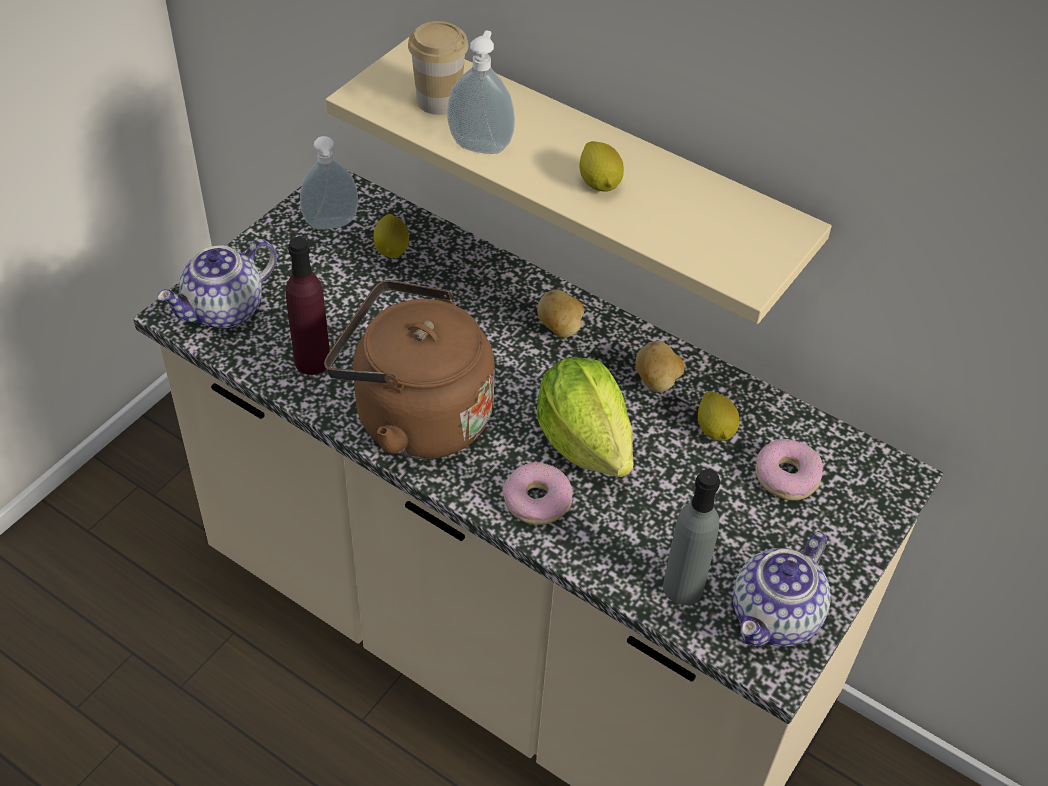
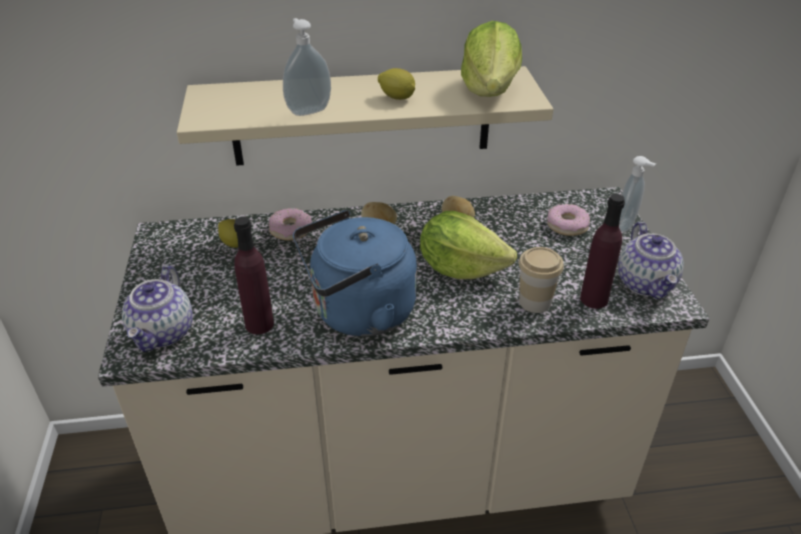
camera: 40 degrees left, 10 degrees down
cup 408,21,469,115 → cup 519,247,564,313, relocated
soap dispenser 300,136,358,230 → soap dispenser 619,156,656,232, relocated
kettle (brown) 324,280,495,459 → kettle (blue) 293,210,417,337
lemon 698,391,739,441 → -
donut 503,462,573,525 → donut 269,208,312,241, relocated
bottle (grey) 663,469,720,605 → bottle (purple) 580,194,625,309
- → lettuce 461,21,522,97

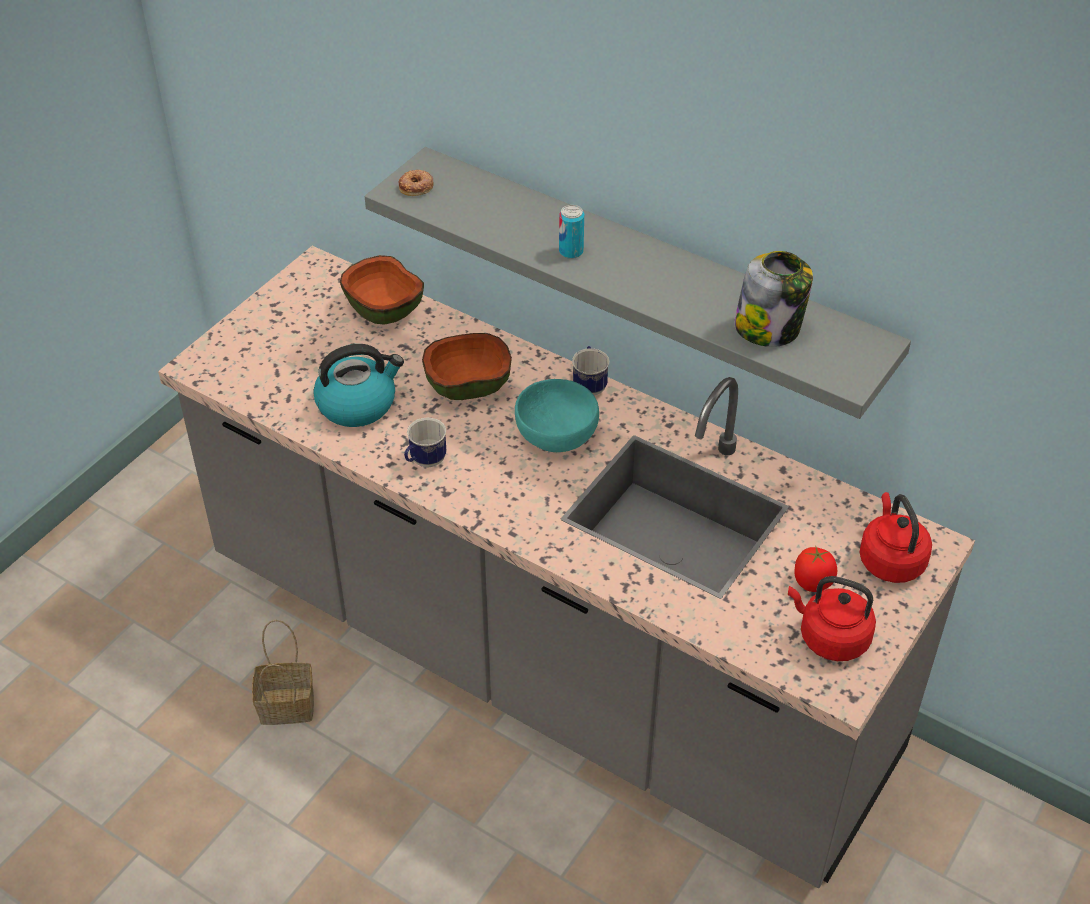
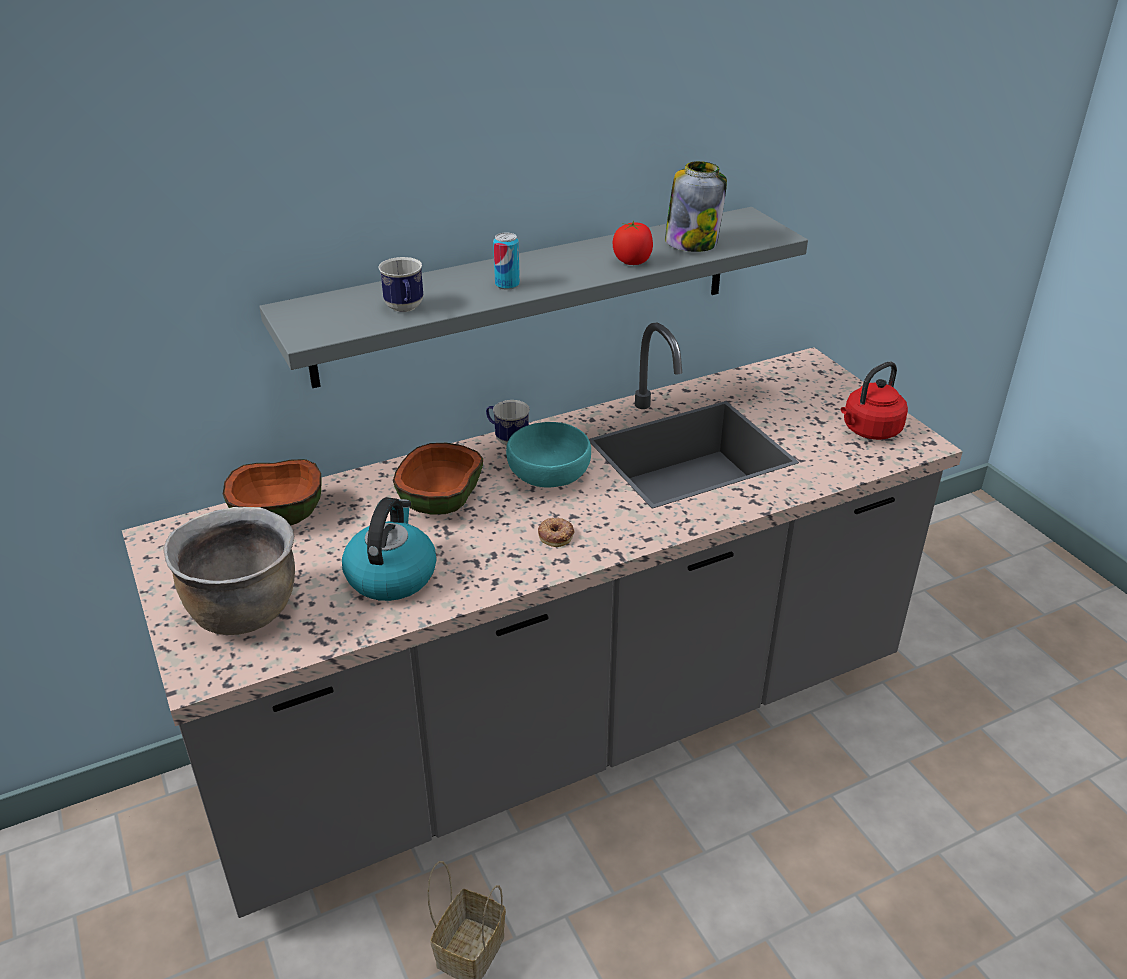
camera: 60 degrees left, 10 degrees down
donut 399,170,434,196 → donut 538,518,575,547, relocated
mug 404,417,446,467 → mug 379,257,423,312, relocated
kettle (red) 859,492,932,583 → -
tomato 794,547,837,592 → tomato 613,221,653,265, relocated
- → cooking pot (brown) 163,507,295,635

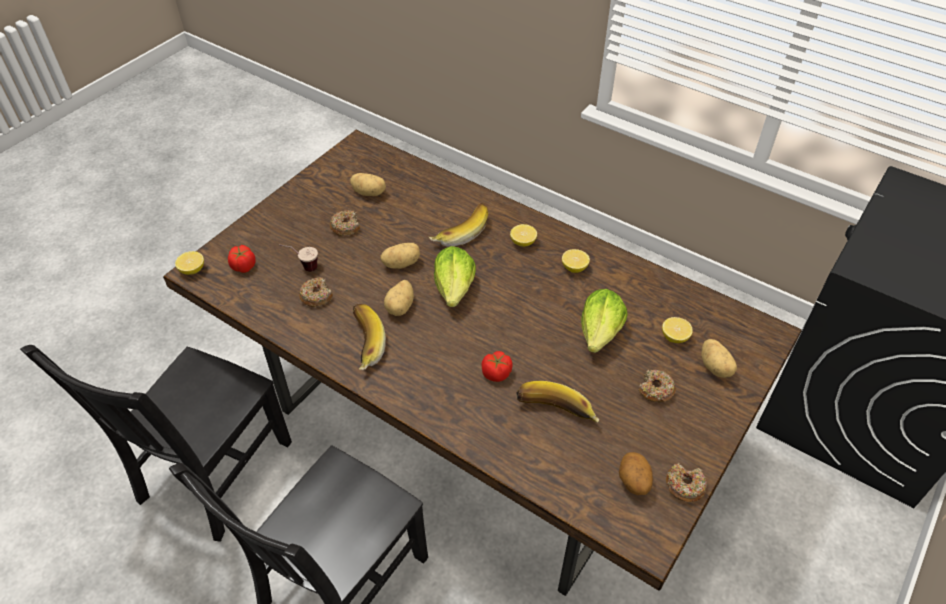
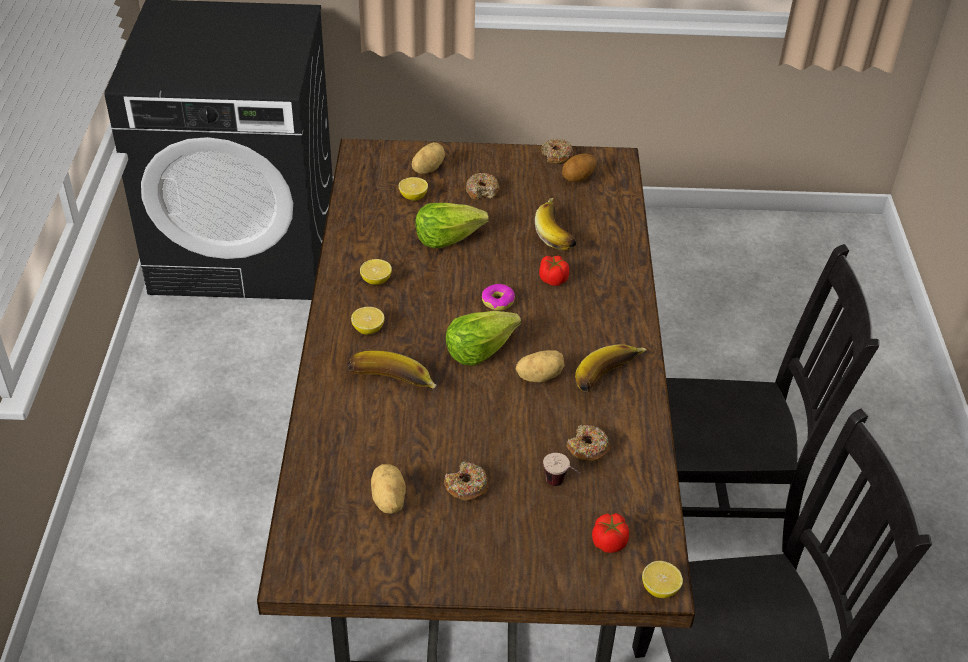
camera: 125 degrees left, 5 degrees down
potato 380,243,420,269 → -
- → donut 482,284,515,311

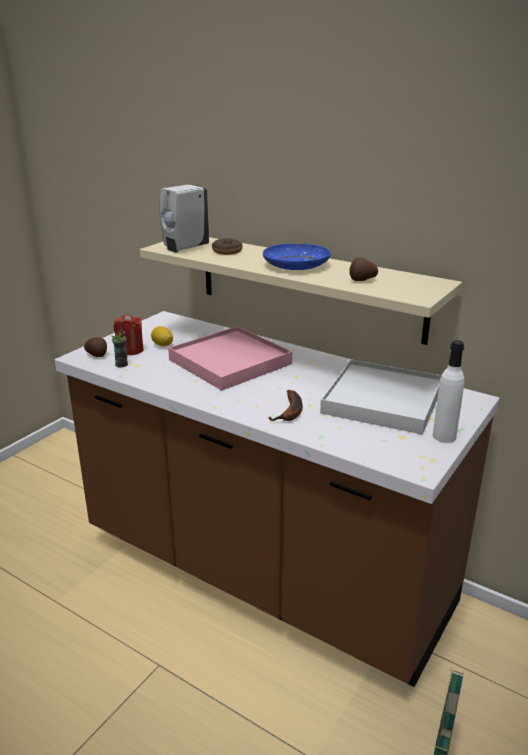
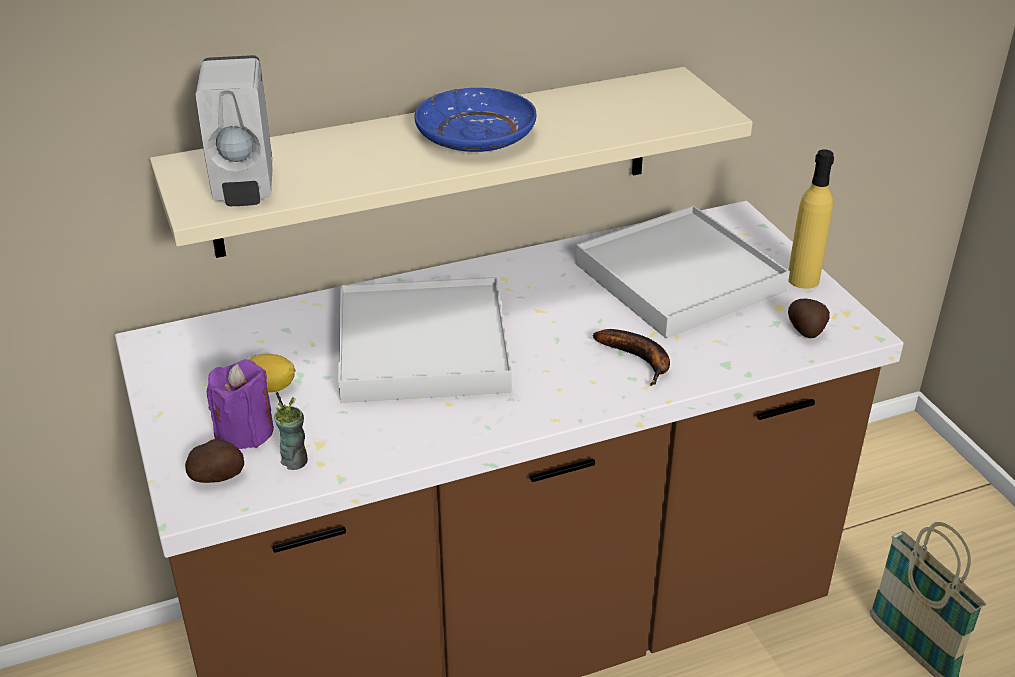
camera: 55 degrees left, 10 degrees up
donut 212,238,243,255 → -
potato 350,258,378,281 → potato 788,299,830,338, relocated
candle (red) 114,313,144,355 → candle (purple) 207,359,274,449
tray (pink) 168,326,292,390 → tray (white) 338,277,512,403
bottle (white) 433,340,464,443 → bottle (yellow) 788,149,834,289

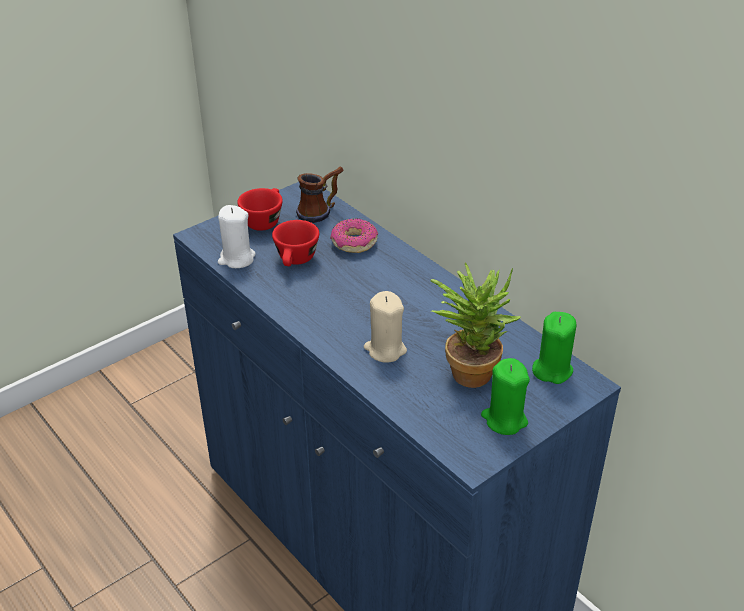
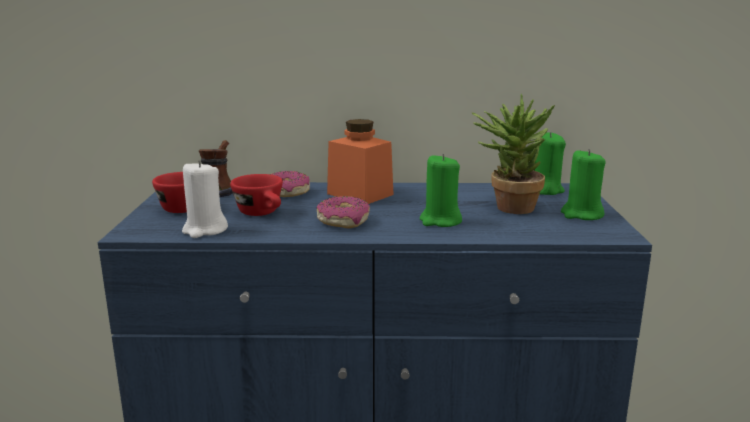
camera: 50 degrees left, 20 degrees down
candle (beige) 364,291,407,362 → candle (green) 420,154,462,227
- → jar (orange) 327,119,394,204
- → donut 316,196,370,228

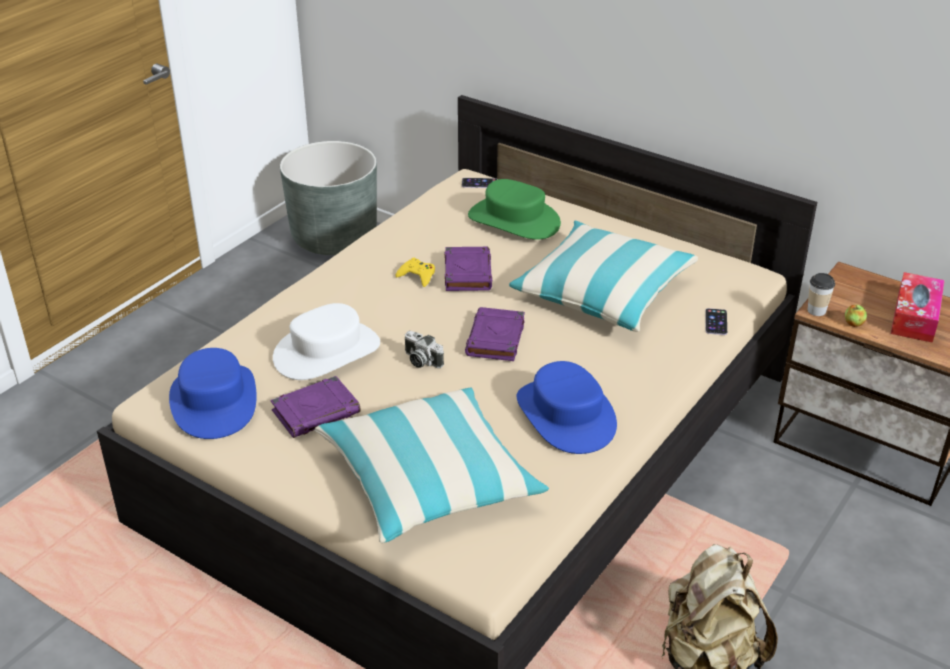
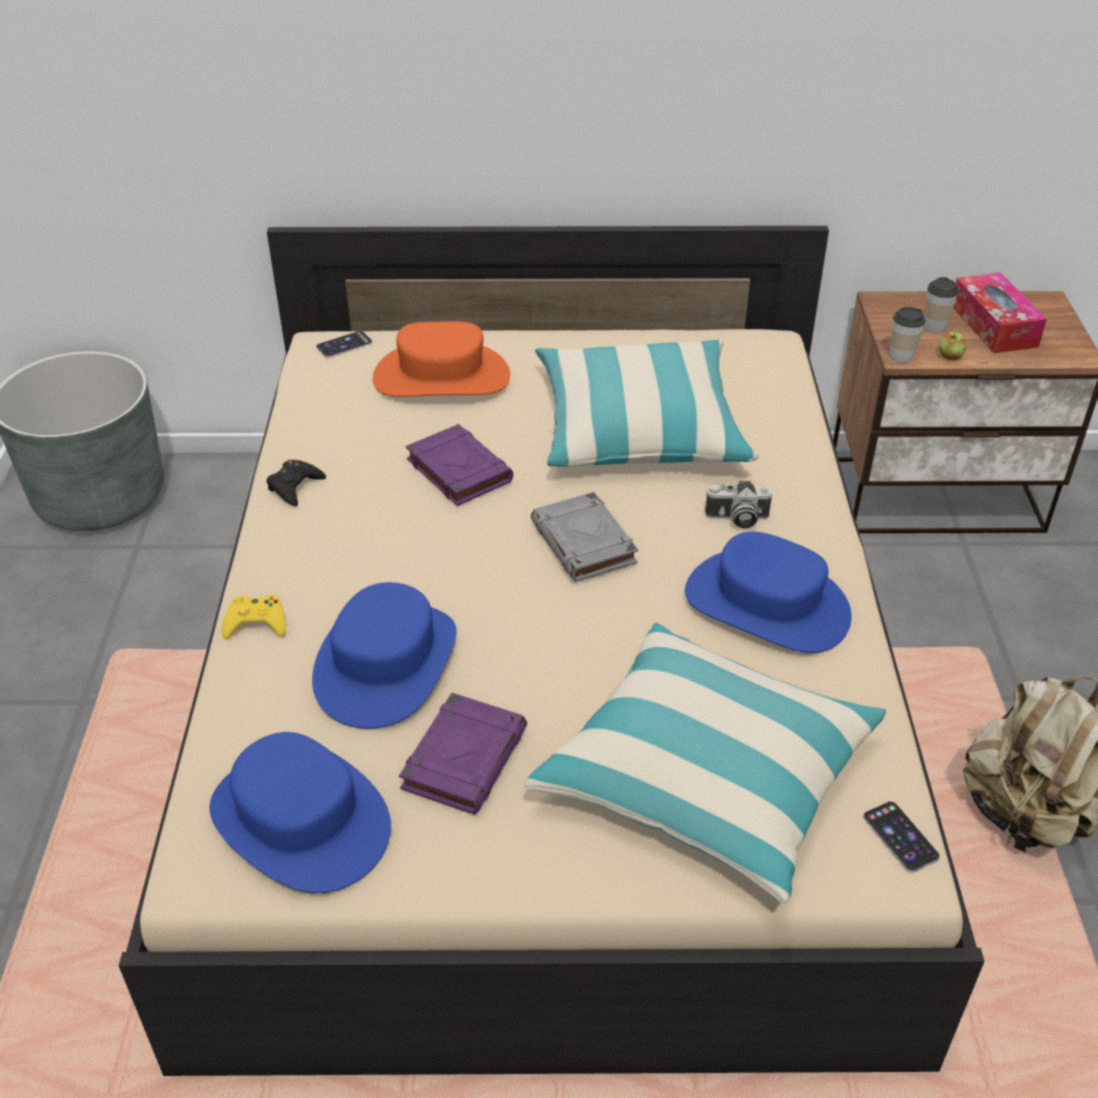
camera: 35 degrees left, 5 degrees up
hat (green) 468,179,561,239 → hat (orange) 373,322,510,397
game controller (yellow) 396,258,435,287 → game controller (yellow) 222,595,286,639, relocated
hat (white) 273,303,380,380 → hat (blue) 312,582,457,729
book (purple) 465,307,525,361 → book (grey) 531,492,638,582
phone 705,308,727,335 → phone 863,801,940,872, relocated
photo camera 405,331,444,368 → photo camera 705,481,772,529, relocated
- → cup 923,277,959,333
- → game controller (black) 266,460,326,506

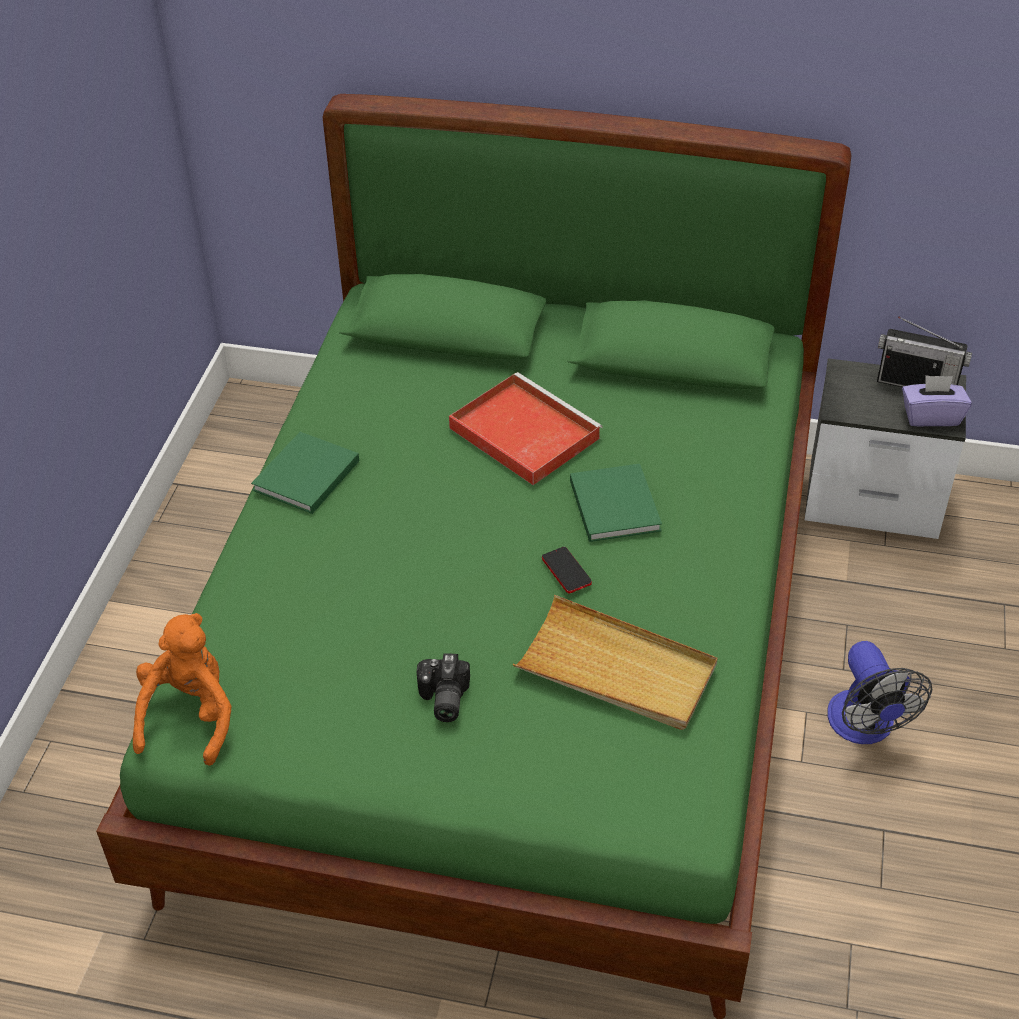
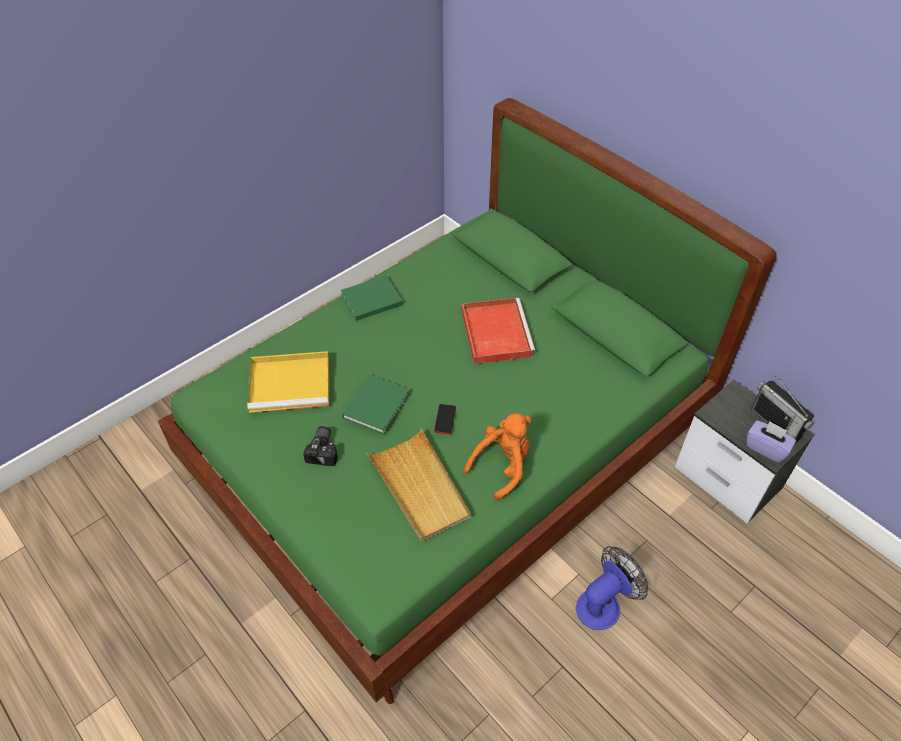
camera: 35 degrees right, 5 degrees up
book (green) 570,464,662,542 → book (green) 342,375,410,434, relocated
plush toy (orange) 133,613,232,766 → plush toy (orange) 463,413,531,501, relocated
fan 827,641,932,744 → fan 576,546,648,630, 150 degrees counterclockwise
photo camera 417,654,470,722 → photo camera 303,426,337,466, 150 degrees clockwise
- → tray (yellow) 247,351,329,413

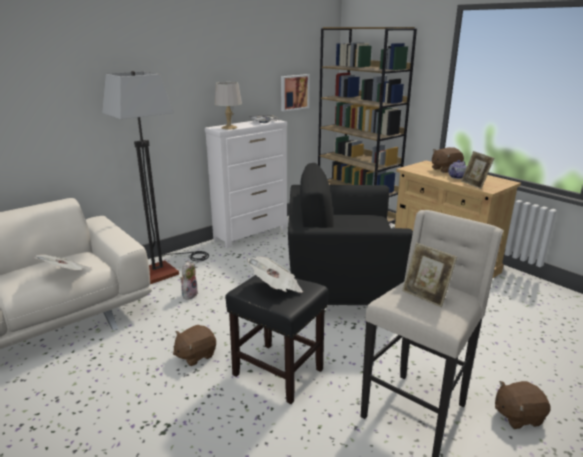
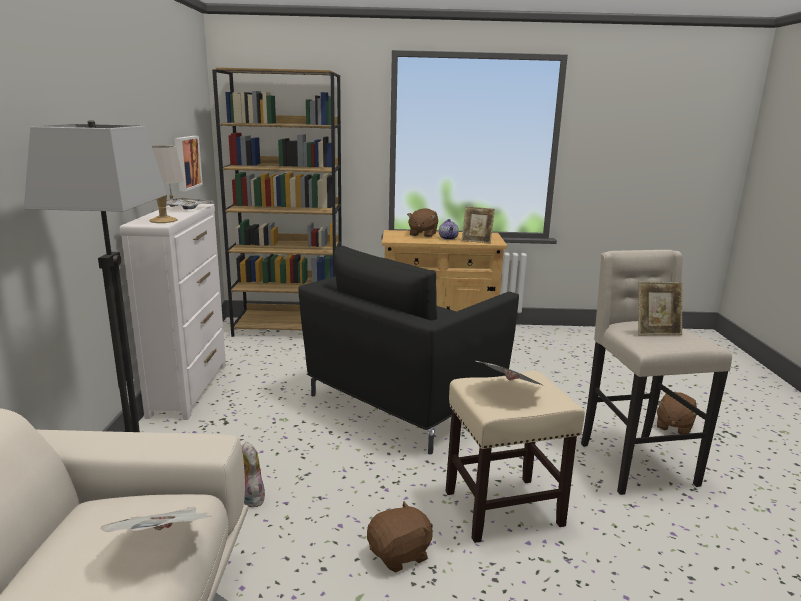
camera: 50 degrees left, 5 degrees down
stool (black) 226,275,328,404 → stool (beige) 446,371,585,543
plush toy (brown) 173,325,216,366 → plush toy (brown) 367,501,433,572, 120 degrees counterclockwise

